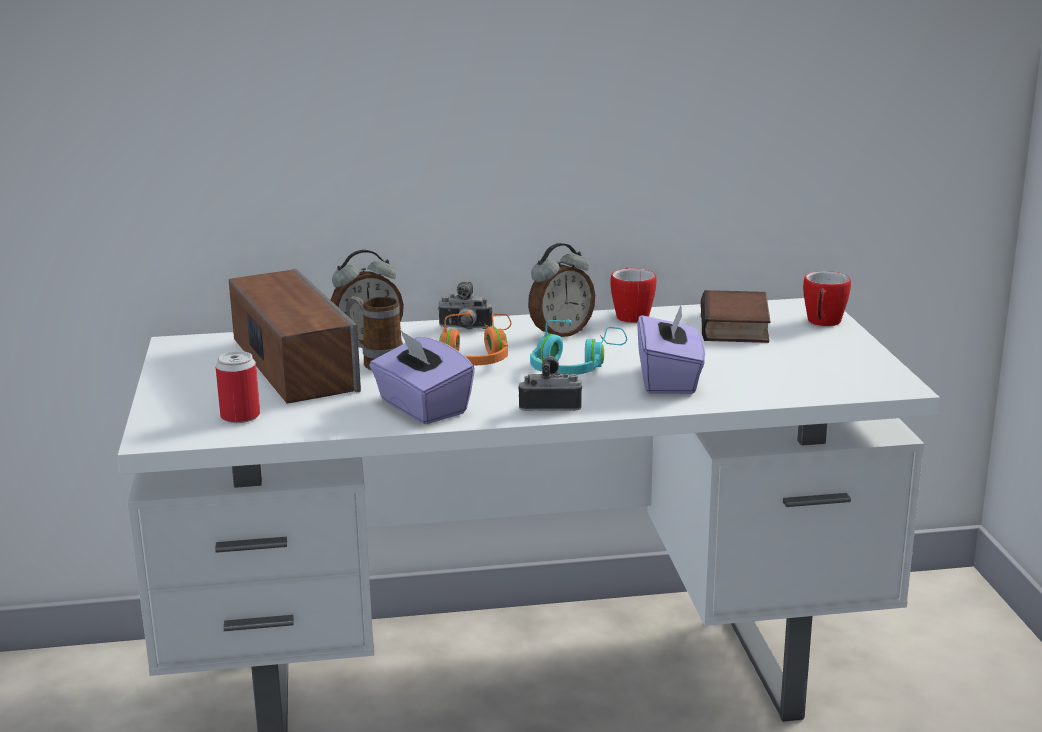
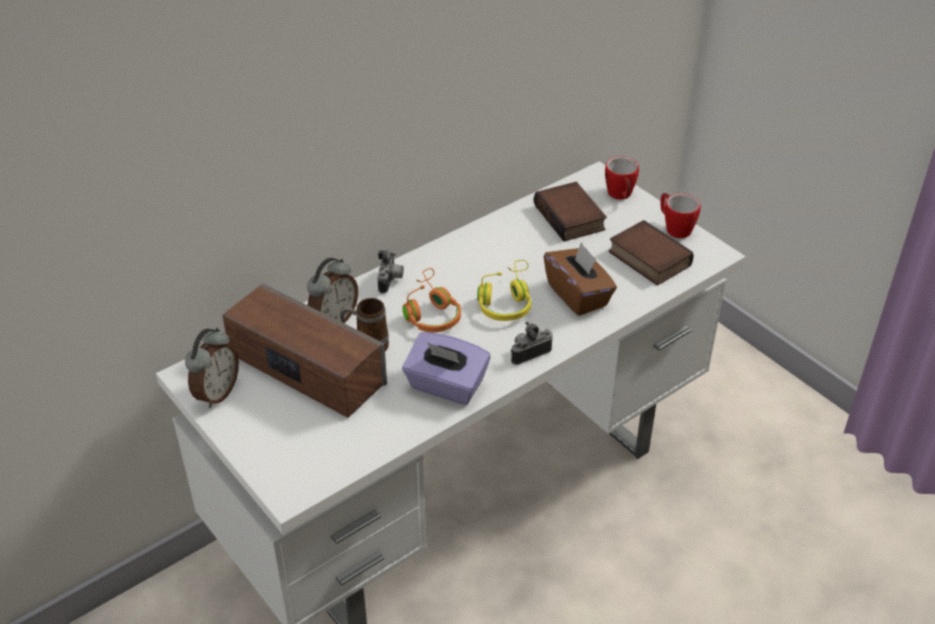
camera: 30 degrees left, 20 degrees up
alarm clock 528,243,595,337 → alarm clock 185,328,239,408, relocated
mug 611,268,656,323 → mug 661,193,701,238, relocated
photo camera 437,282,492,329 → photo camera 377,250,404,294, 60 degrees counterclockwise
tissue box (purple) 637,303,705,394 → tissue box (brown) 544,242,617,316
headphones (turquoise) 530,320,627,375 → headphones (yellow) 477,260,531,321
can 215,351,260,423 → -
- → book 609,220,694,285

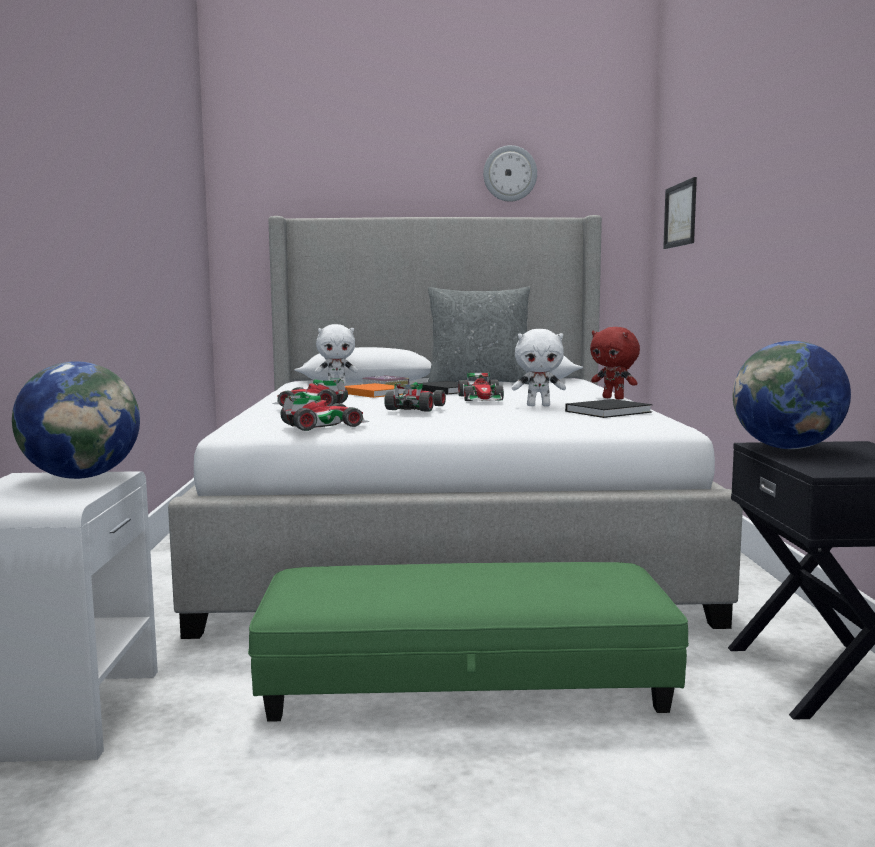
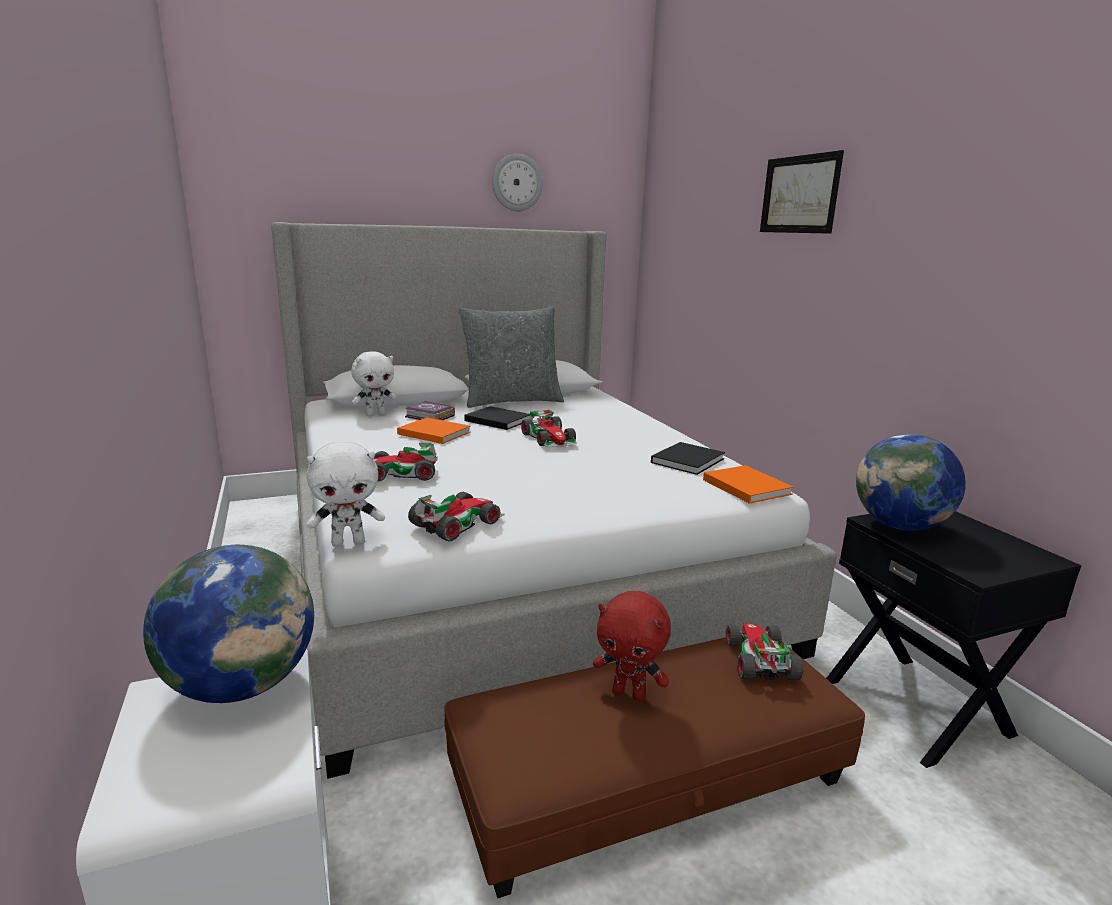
camera: 20 degrees left, 10 degrees up
picture 663,177,697,249 → picture 760,150,844,234, relocated
plush toy (red) 590,327,640,399 → plush toy (red) 593,591,671,701, relocated
plush toy (white) 512,329,566,406 → plush toy (white) 306,441,385,547, relocated
toy car 384,382,446,412 → toy car 726,623,803,680, relocated
ottoman (green) 248,562,689,722 → ottoman (brown) 444,630,865,898
- → book (orange) 703,465,794,504

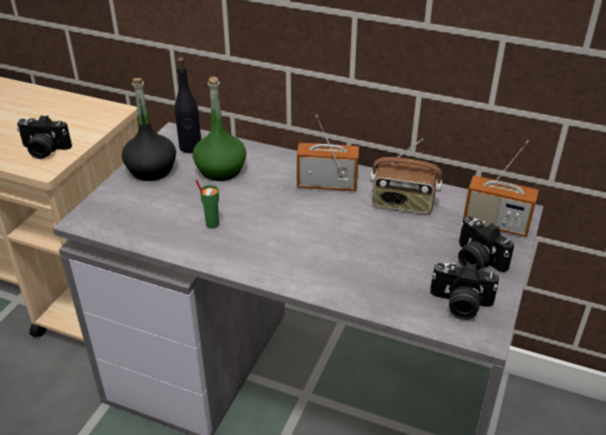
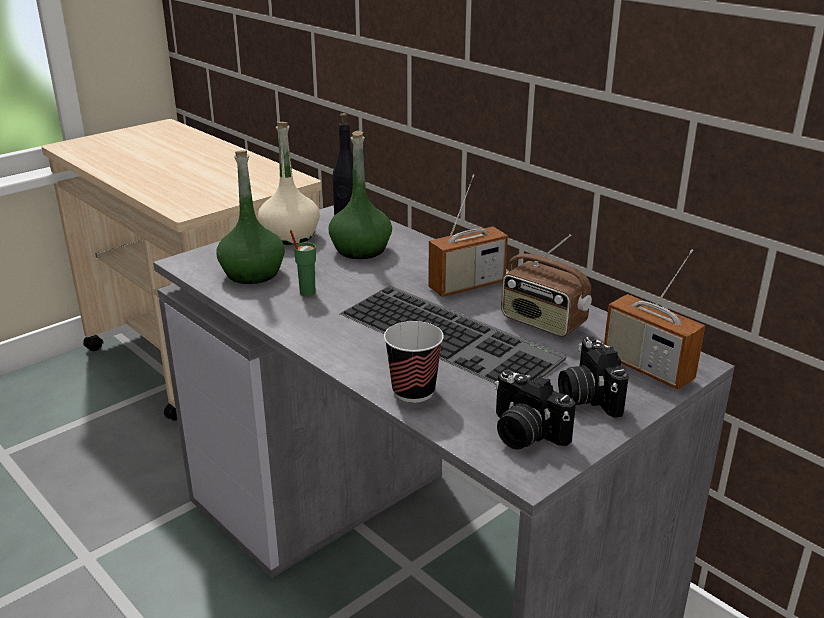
camera: 25 degrees right, 10 degrees down
bottle (black) 122,78,176,181 → bottle (beige) 258,122,320,245
photo camera 17,115,72,159 → -
radio 297,115,359,191 → radio 428,175,508,297, 120 degrees clockwise
- → bottle (green) 216,150,285,284
- → keyboard 339,285,567,384
- → cup 384,321,444,403

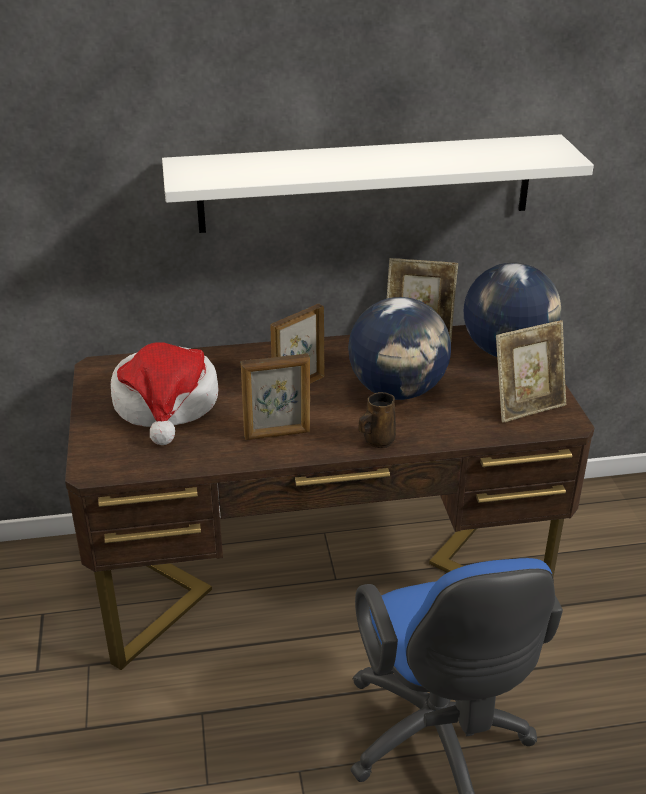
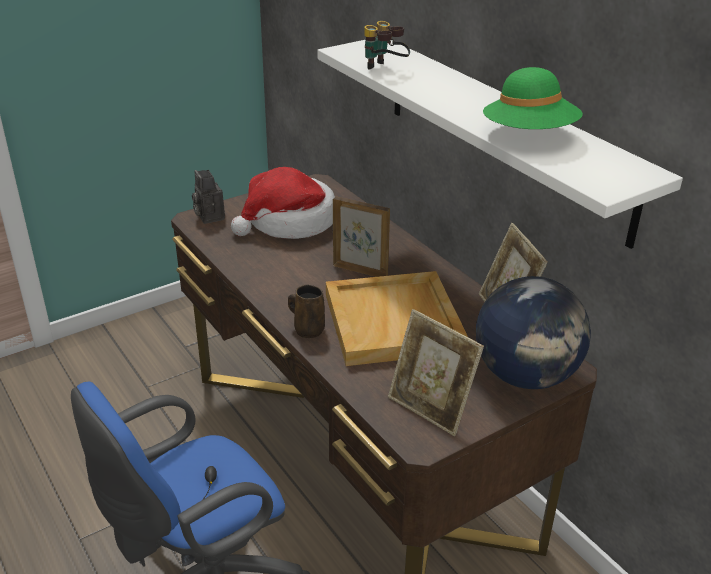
camera: 65 degrees right, 0 degrees up
globe 348,297,451,400 → tray (beige) 326,271,468,366
picture frame 241,354,310,440 → -
- → binoculars 364,21,410,69
- → hat (green) 483,67,583,129
- → photo camera 192,170,225,224

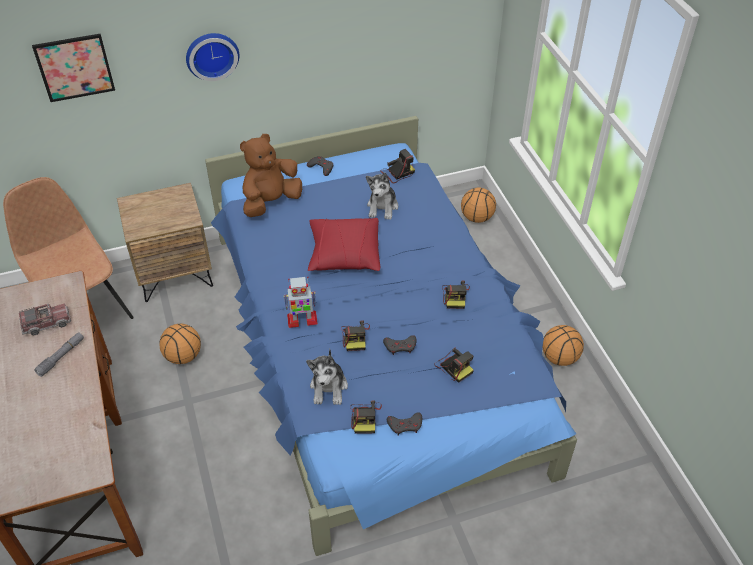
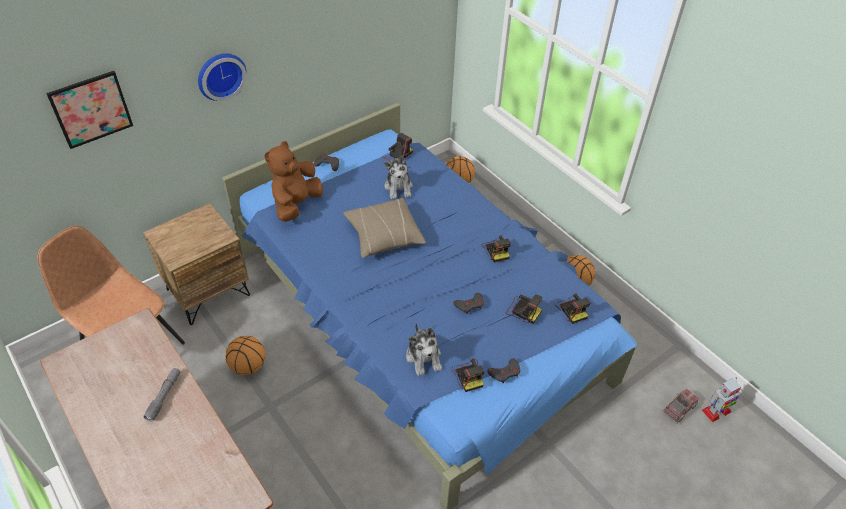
camera: 20 degrees left, 0 degrees up
pillow (red) 308,218,380,271 → pillow (beige) 343,198,426,258
toy robot 284,277,318,328 → toy robot 702,377,741,422, relocated
toy truck 19,303,71,336 → toy truck 661,389,699,424, relocated
photo camera 341,320,370,351 → photo camera 555,293,590,324, relocated

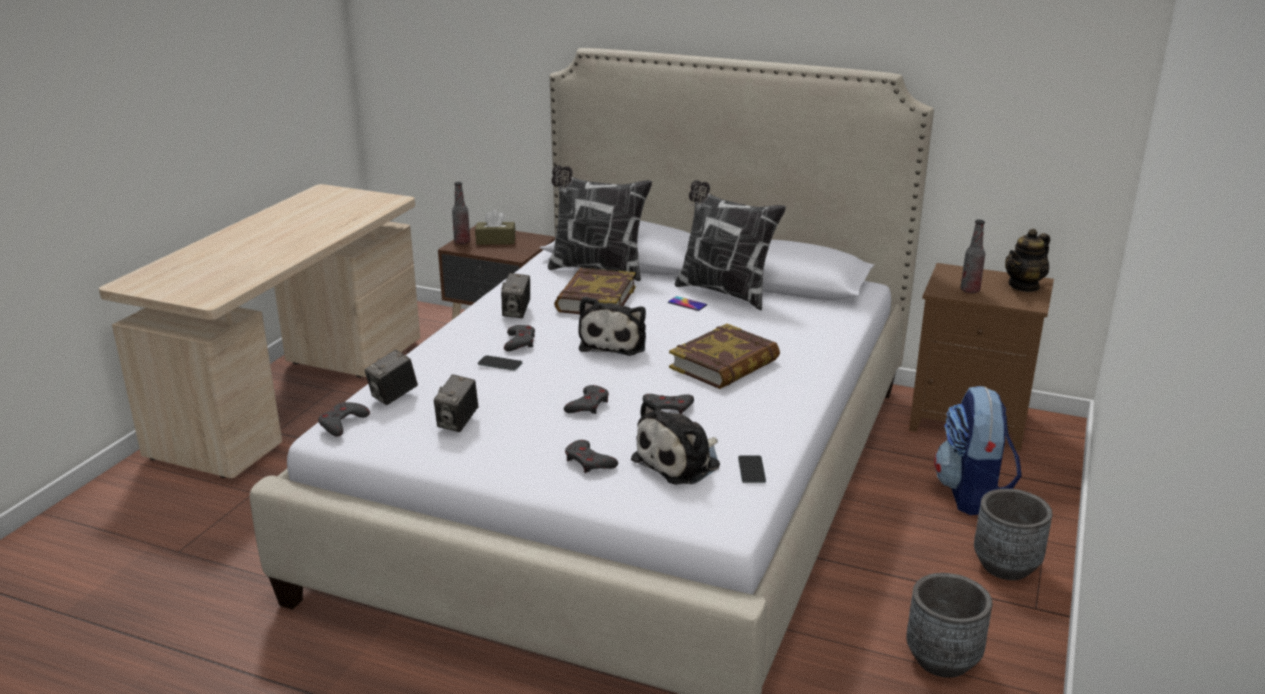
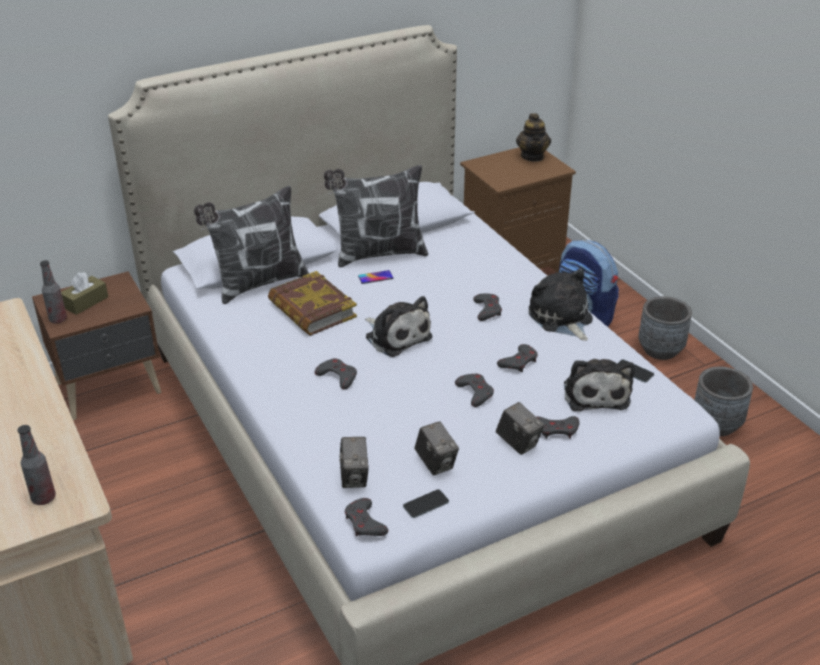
camera: 50 degrees left, 10 degrees up
bottle 961,220,985,293 → bottle 18,425,56,505, relocated
photo camera 501,273,530,318 → photo camera 496,402,545,455, relocated
book 669,324,780,389 → game controller (grey) 473,293,502,321
phone 478,355,522,371 → phone 403,489,449,518, relocated
- → plush toy 529,269,593,341

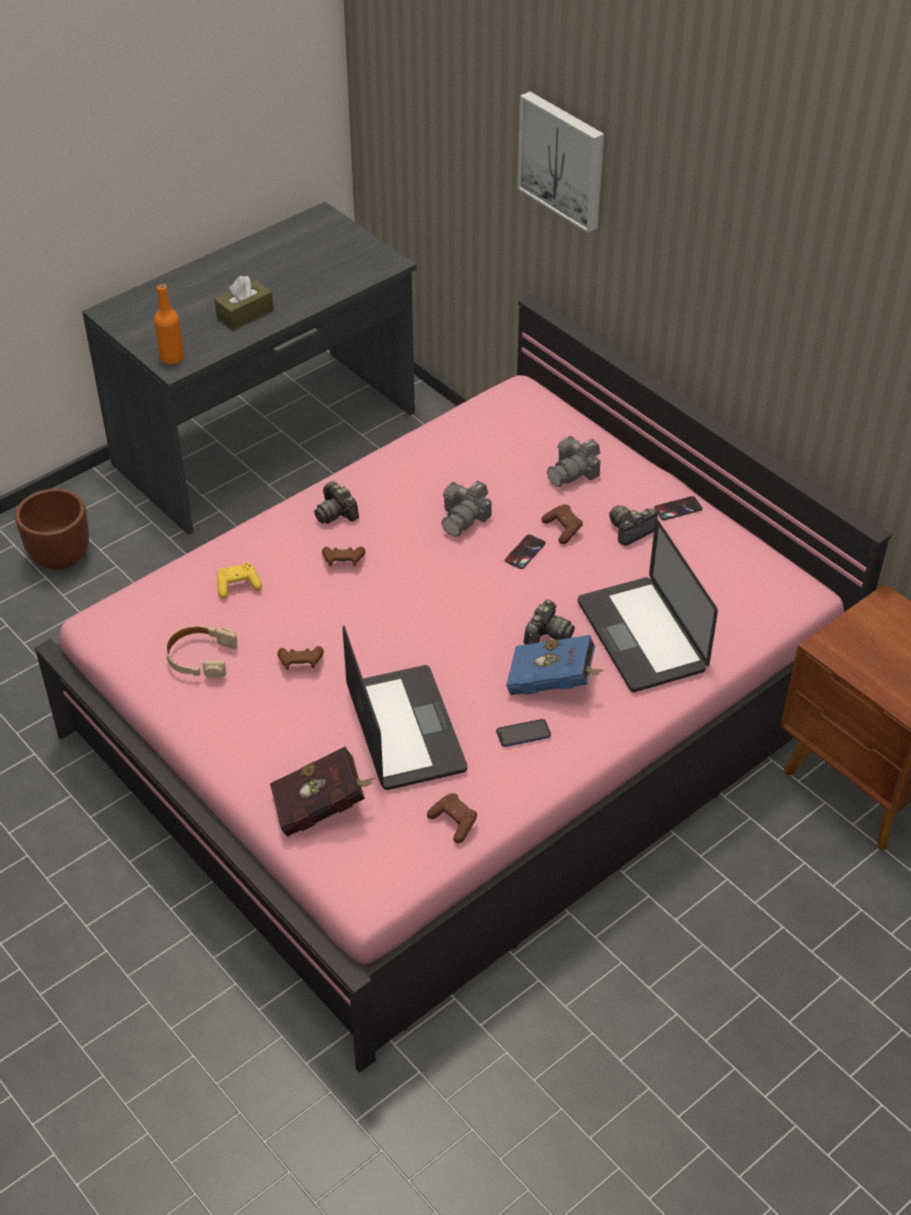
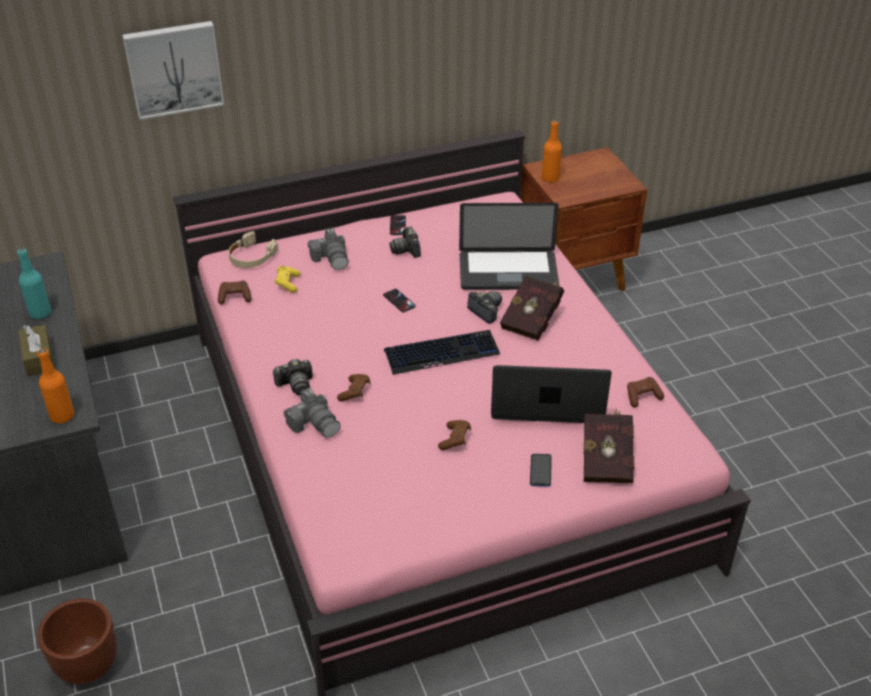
camera: 70 degrees left, 5 degrees down
photo camera 441,481,491,537 → photo camera 284,388,341,437, relocated
game controller (brown) 542,504,583,544 → game controller (brown) 218,280,252,305, relocated
game controller (yellow) 217,562,262,599 → game controller (yellow) 275,266,300,293, relocated
headphones (beige) 165,625,237,679 → headphones (beige) 228,231,278,268, relocated
book (blue) 506,635,604,695 → book (red) 500,276,564,340
phone 496,719,551,747 → phone 530,454,552,487, relocated
- → bottle (orange) 542,120,562,182
- → bottle (turquoise) 17,248,51,319
- → keyboard 384,330,500,375

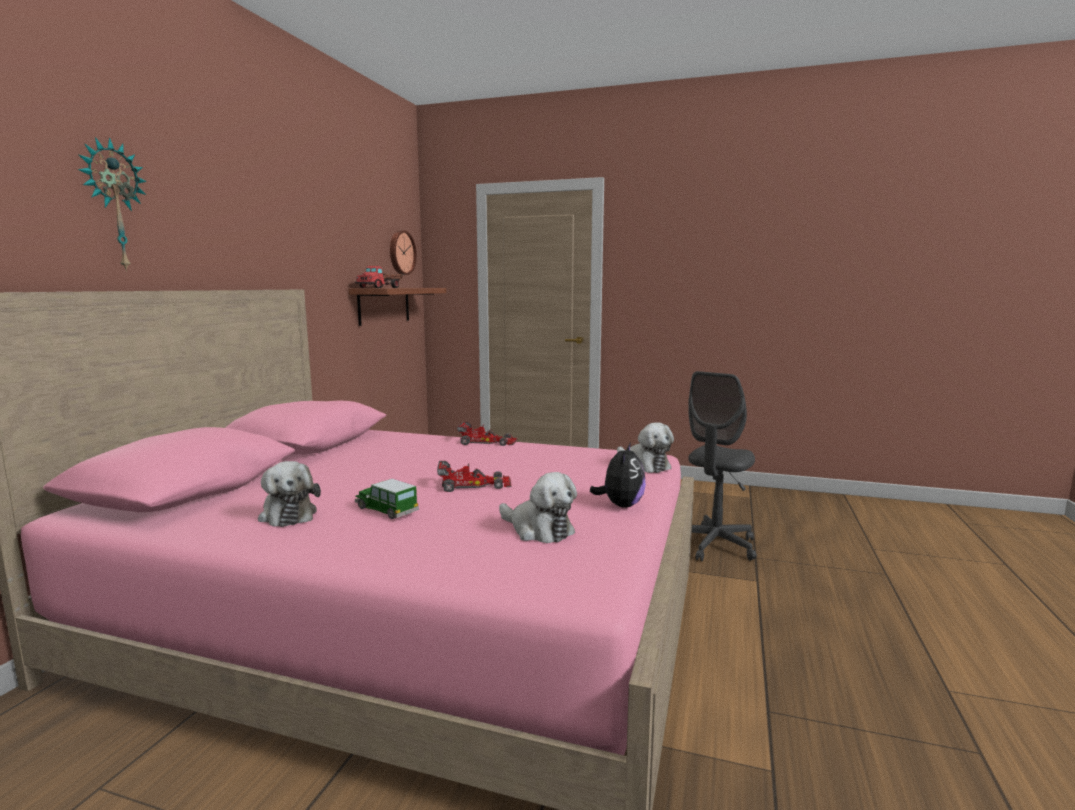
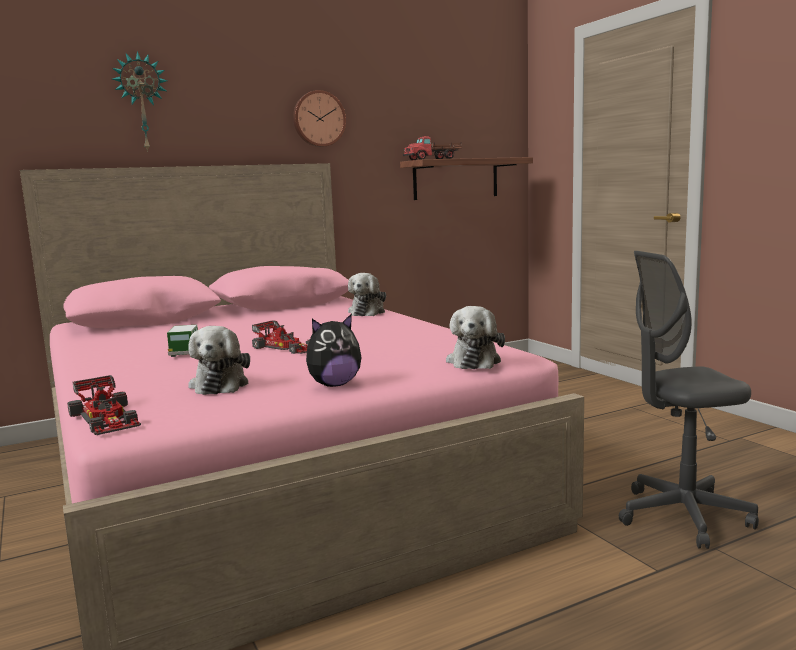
camera: 45 degrees right, 0 degrees up
wall clock 390,230,417,275 → wall clock 293,90,346,147, relocated
toy car 457,422,518,446 → toy car 67,375,141,435, relocated
plush toy 258,461,321,527 → plush toy 348,273,386,316, relocated

